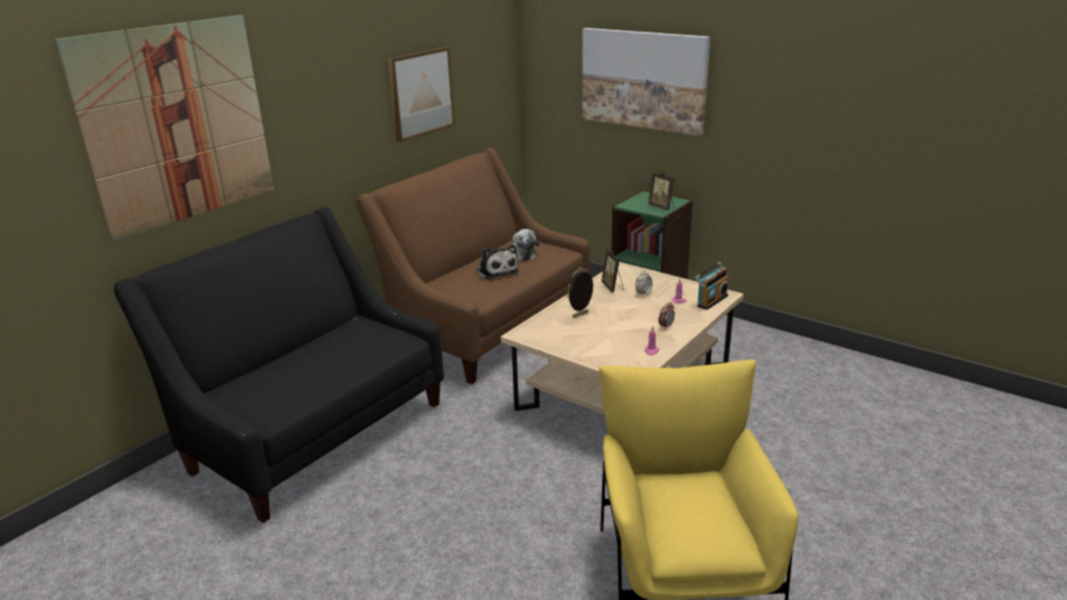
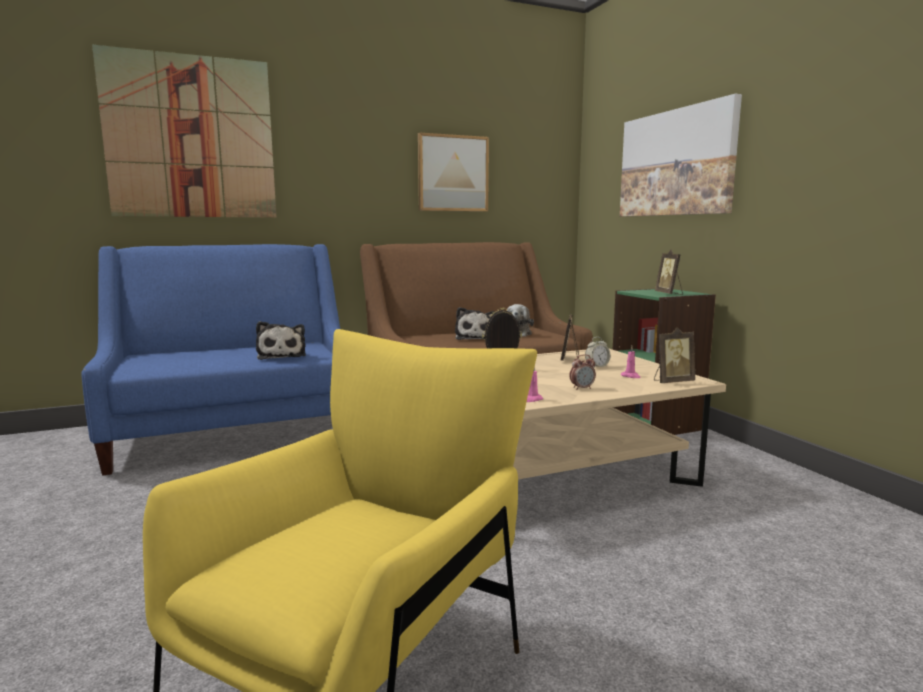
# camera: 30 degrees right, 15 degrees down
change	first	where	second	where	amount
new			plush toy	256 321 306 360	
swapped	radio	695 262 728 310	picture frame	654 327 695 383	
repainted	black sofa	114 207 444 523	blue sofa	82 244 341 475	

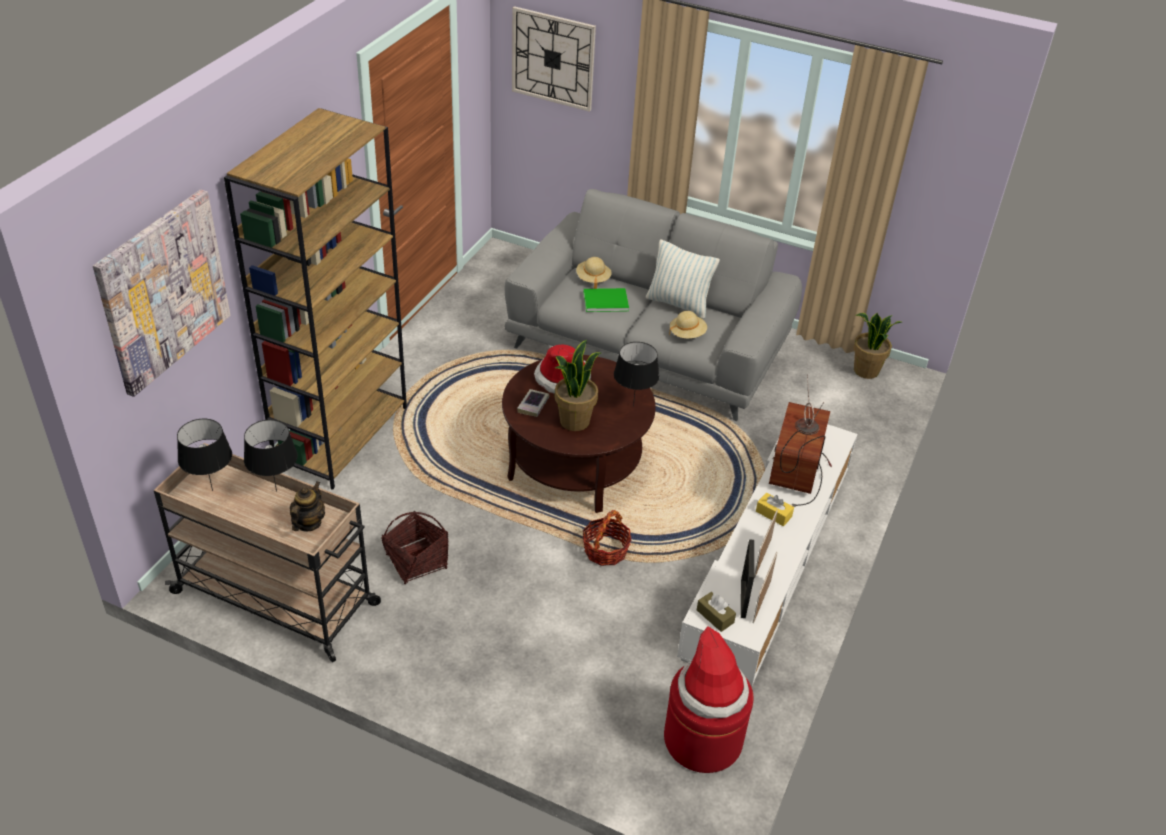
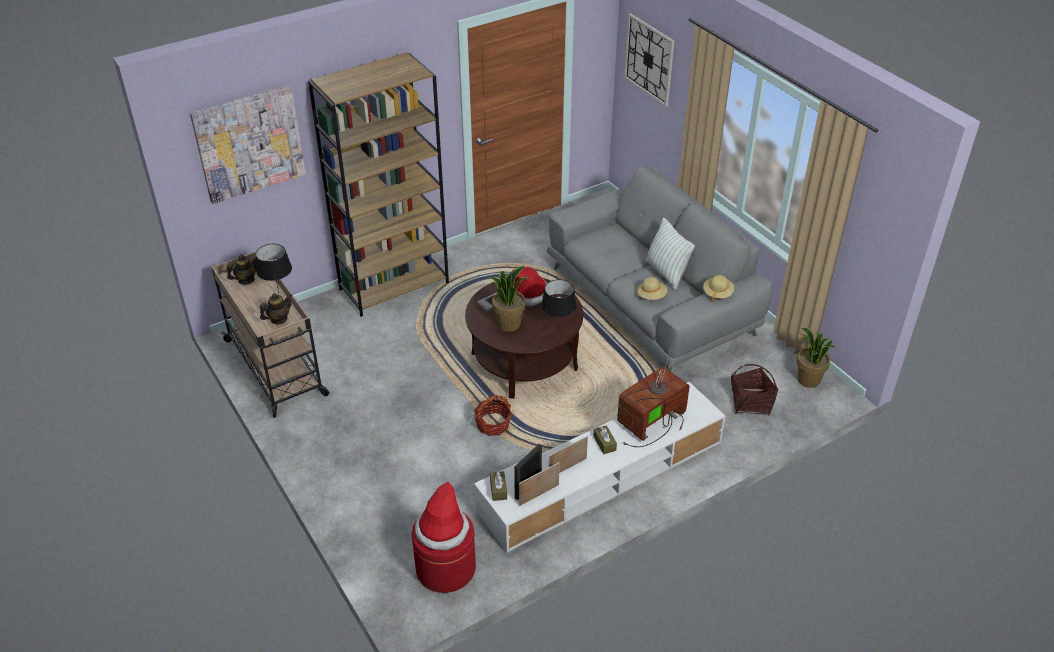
# camera: 35 degrees right, 0 degrees up
change	first	where	second	where	amount
gone	green book	583 288 629 312			
shifted	basket	382 511 448 584		731 364 778 415	
shifted	beige hat	576 257 611 289		703 275 734 302	
swapped	black table lamp	177 419 232 491	teapot	227 254 256 285	
repainted	yellow tissue box	756 493 794 526	brown tissue box	593 425 617 454	

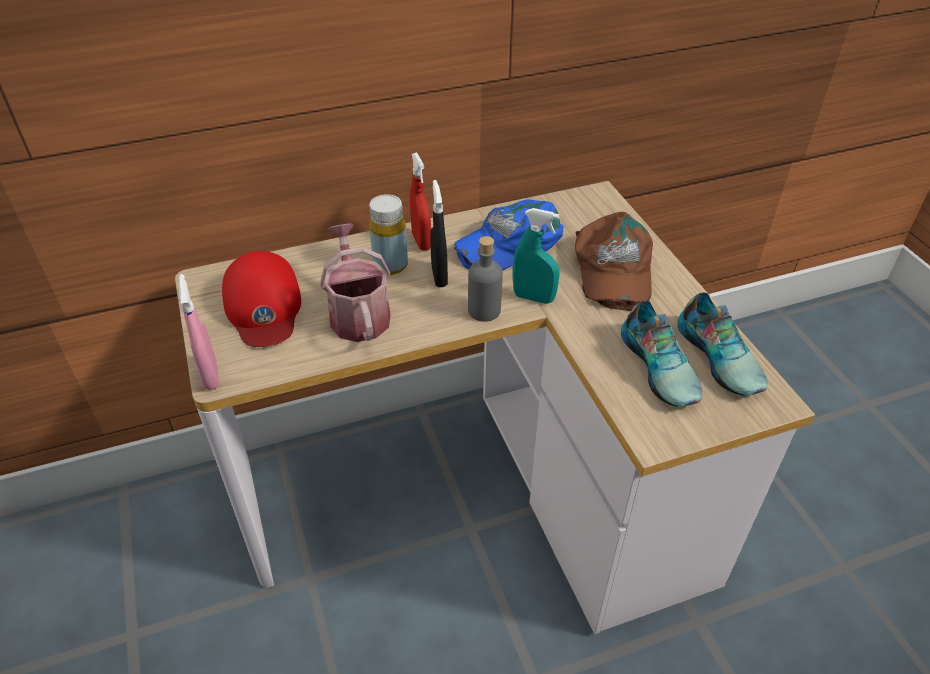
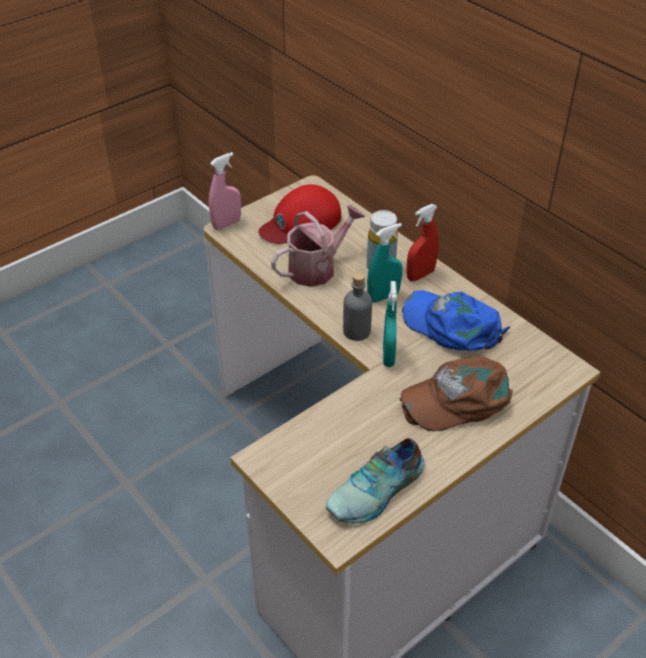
# camera: 70 degrees right, 0 degrees up
change	first	where	second	where	amount
gone	shoe	621 301 702 407			
repainted	black spray bottle	430 180 448 287	turquoise spray bottle	367 223 402 303	

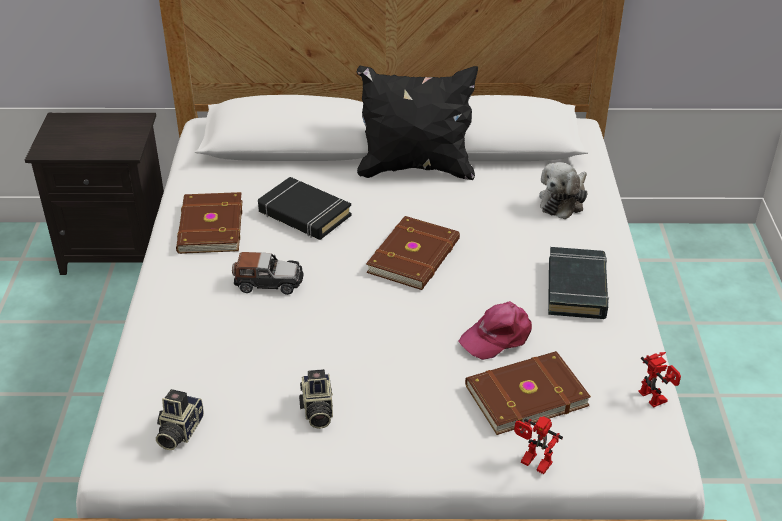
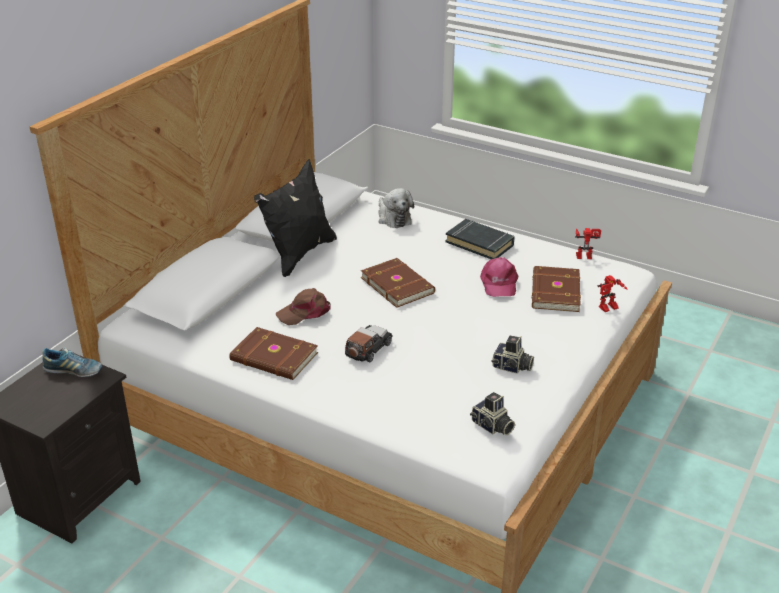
# camera: 60 degrees left, 5 degrees down
change	first	where	second	where	amount
new			shoe	42 347 102 377	
swapped	black book	258 177 352 240	brown cap	276 288 331 325	

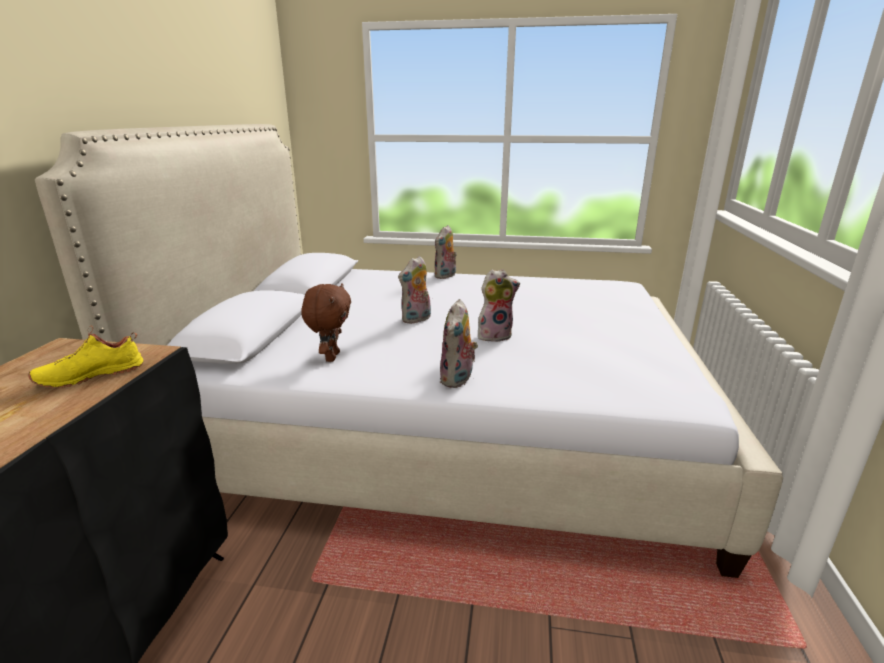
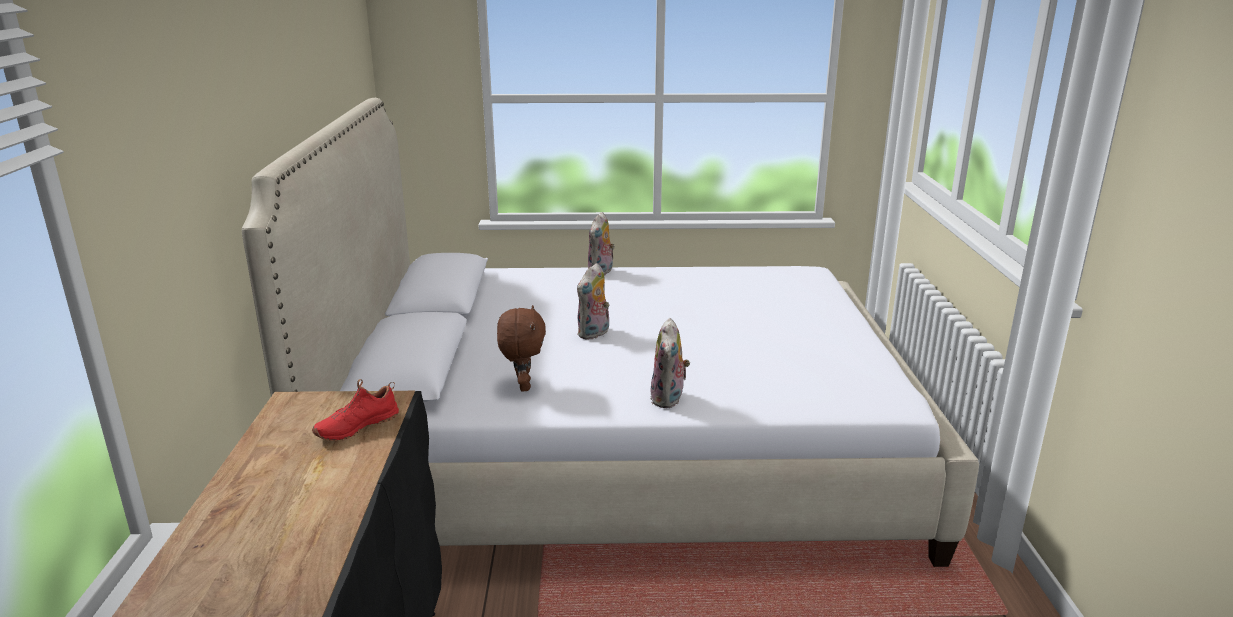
# camera: 10 degrees left, 0 degrees up
change	first	where	second	where	amount
gone	plush toy	478 269 520 342			
repainted	yellow shoe	28 326 143 388	red shoe	312 379 399 441	

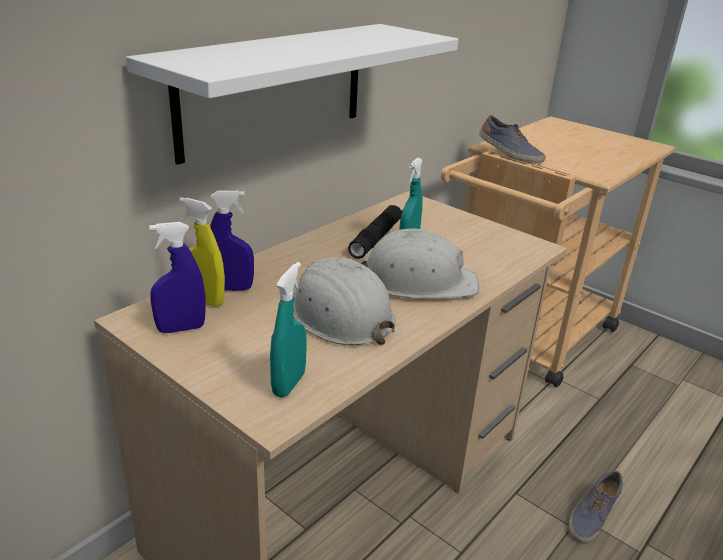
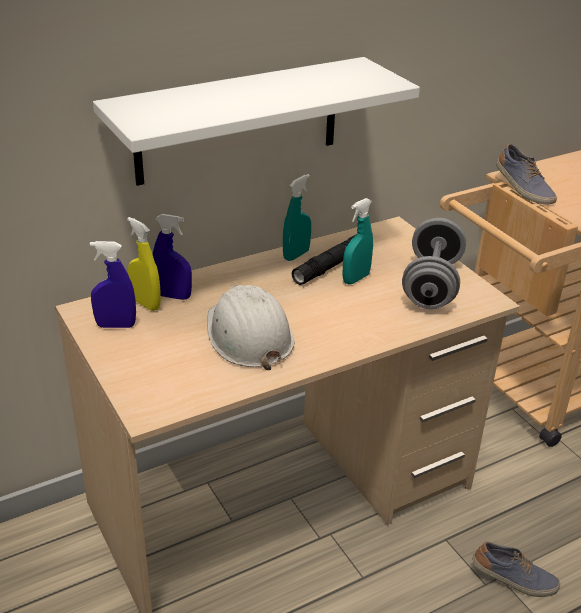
# camera: 20 degrees right, 5 degrees up
change	first	where	second	where	amount
gone	white hard hat	361 228 479 299			
new			grey dumbbell	402 218 466 309	
shifted	turquoise spray bottle	270 262 307 398		283 174 311 261	
rotated	shoe	568 470 623 544		473 541 560 597	135 degrees counterclockwise

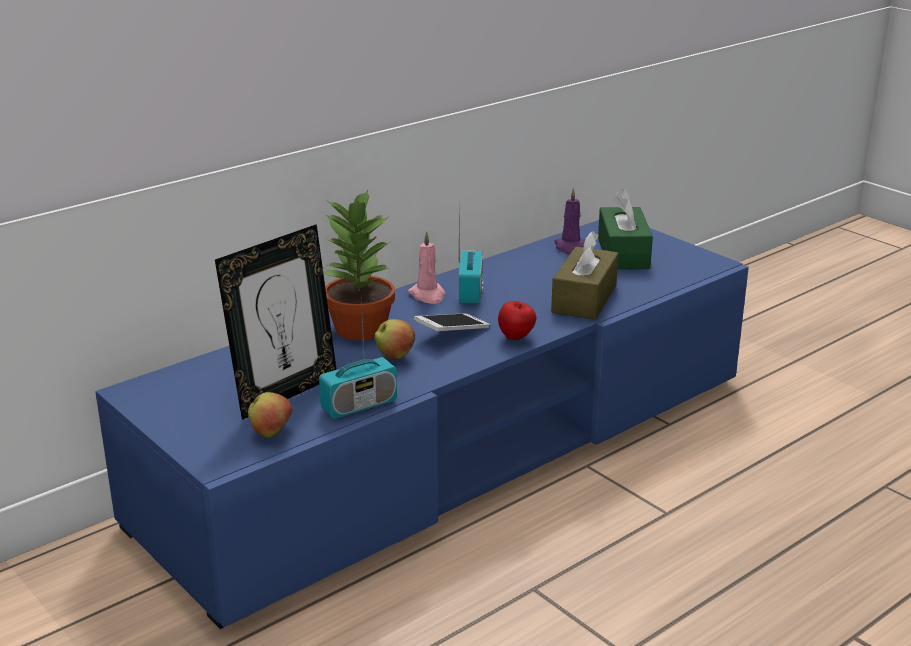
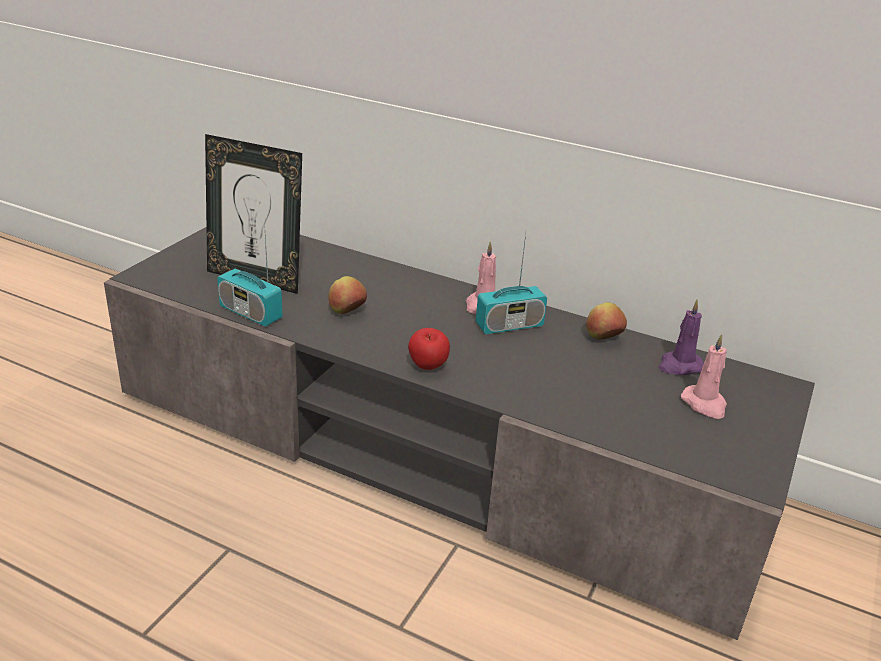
# camera: 65 degrees right, 5 degrees up
change	first	where	second	where	amount
gone	potted plant	323 190 395 340			
gone	phone	414 313 490 331			
gone	brown tissue box	551 231 619 320			
shifted	apple	248 392 293 438		587 302 627 340	
swapped	green tissue box	598 189 653 269	pink candle	681 334 727 419	
repainted	blue tv stand	95 220 749 629	grey tv stand	104 227 815 640	

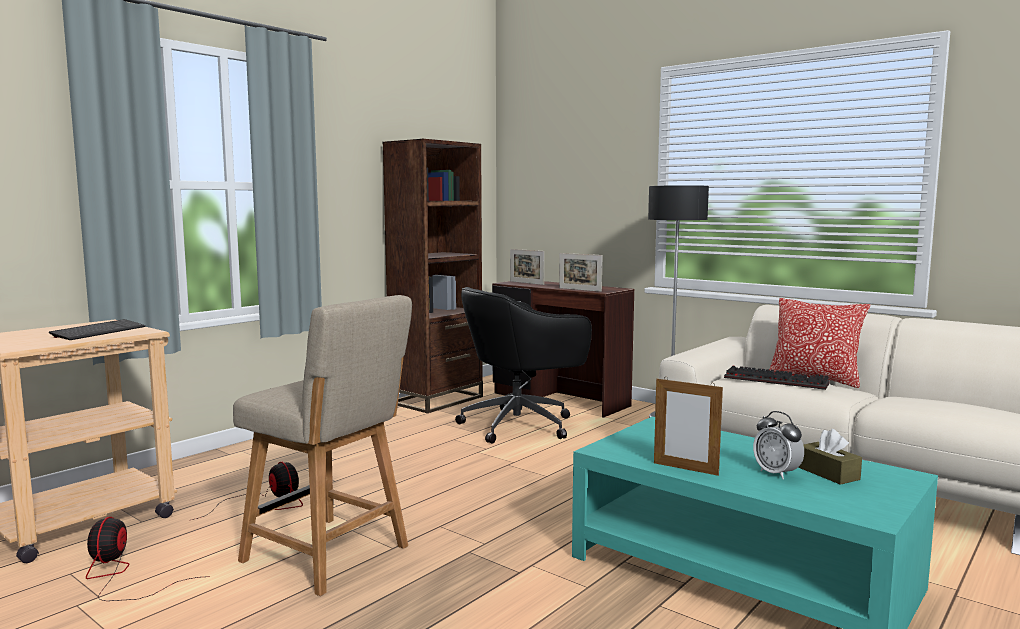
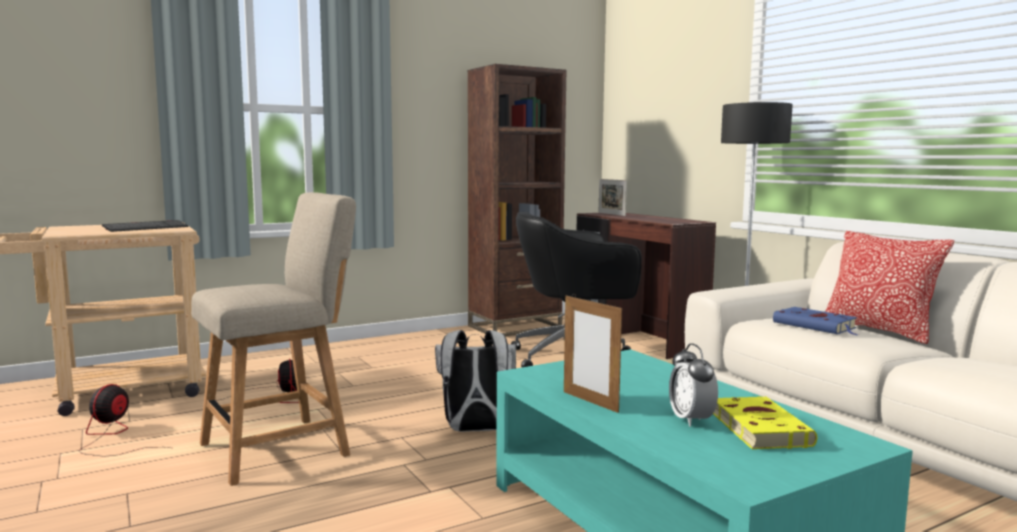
# camera: 20 degrees right, 0 degrees up
change	first	where	second	where	amount
gone	picture frame	559 253 602 292			
new			white backpack	435 330 516 432	
swapped	keyboard	724 366 830 390	blue book	773 307 859 335	
swapped	brown tissue box	798 429 862 485	yellow book	713 396 817 449	
rotated	beige chair	233 295 412 596		191 192 356 486	90 degrees counterclockwise

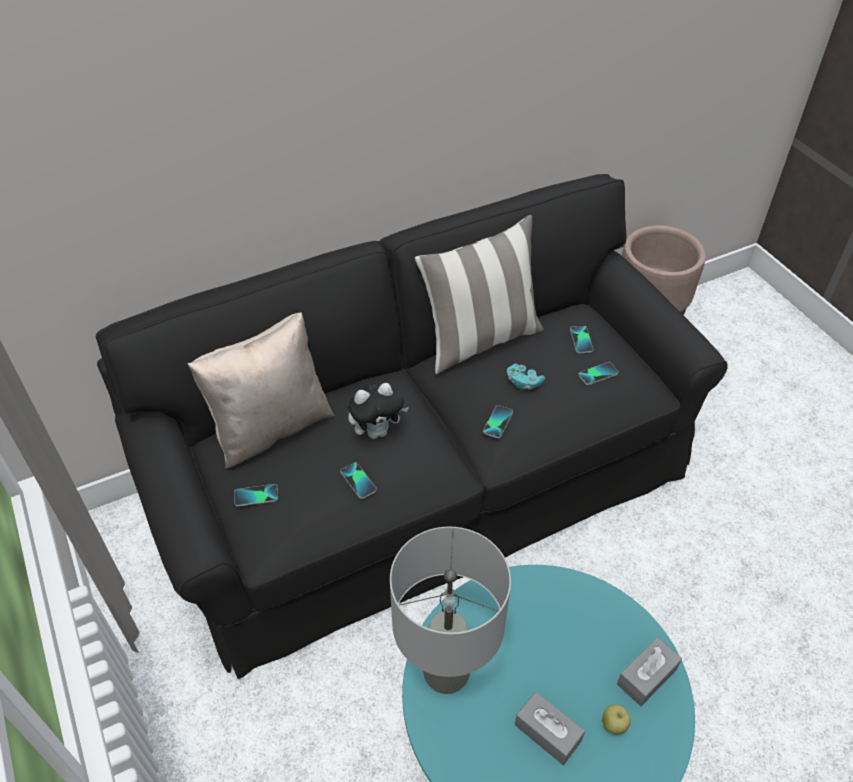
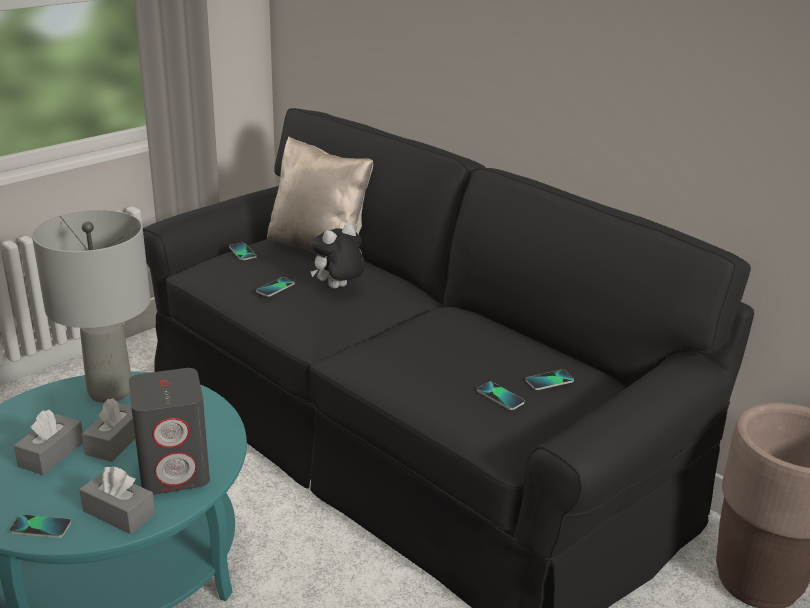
# camera: 70 degrees right, 20 degrees down
change	first	where	second	where	amount
gone	pillow	415 215 544 374			
gone	turquoise game controller	507 363 545 389			
gone	apple	602 704 631 734			
new			grey tissue box	82 398 135 462	
new			grey speaker	129 368 210 495	
shifted	phone	483 405 513 439		9 514 71 538	
rotated	plush toy	348 383 409 439		311 224 365 289	90 degrees clockwise

